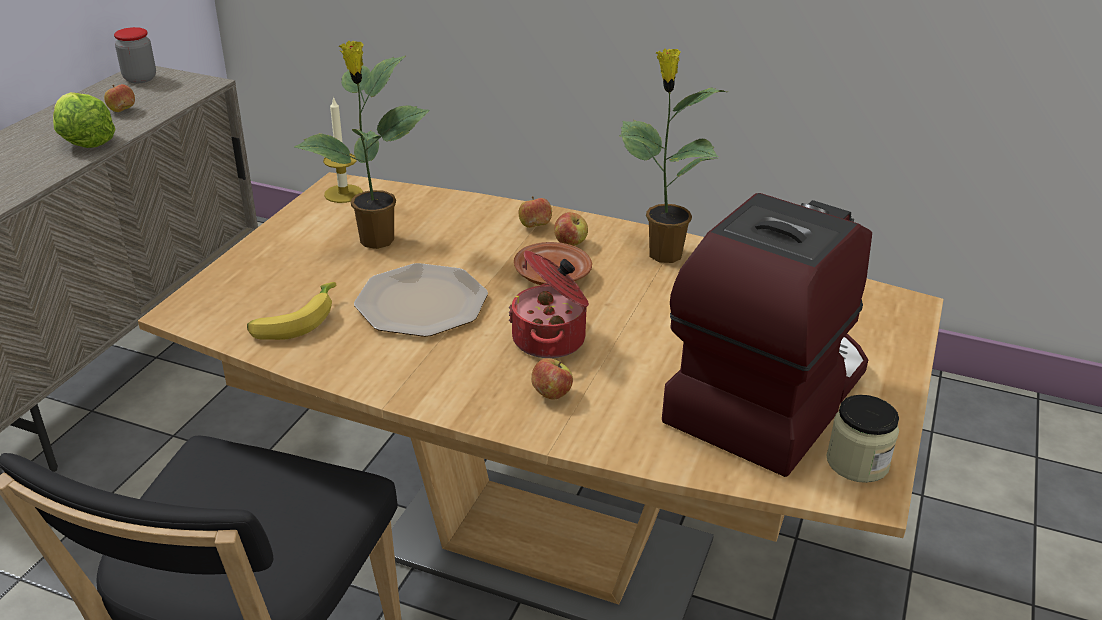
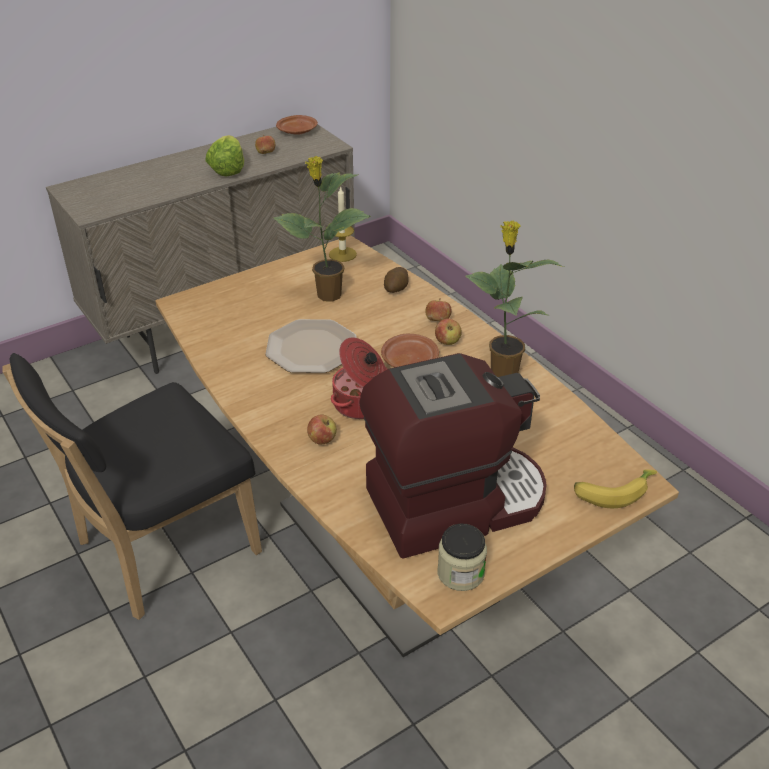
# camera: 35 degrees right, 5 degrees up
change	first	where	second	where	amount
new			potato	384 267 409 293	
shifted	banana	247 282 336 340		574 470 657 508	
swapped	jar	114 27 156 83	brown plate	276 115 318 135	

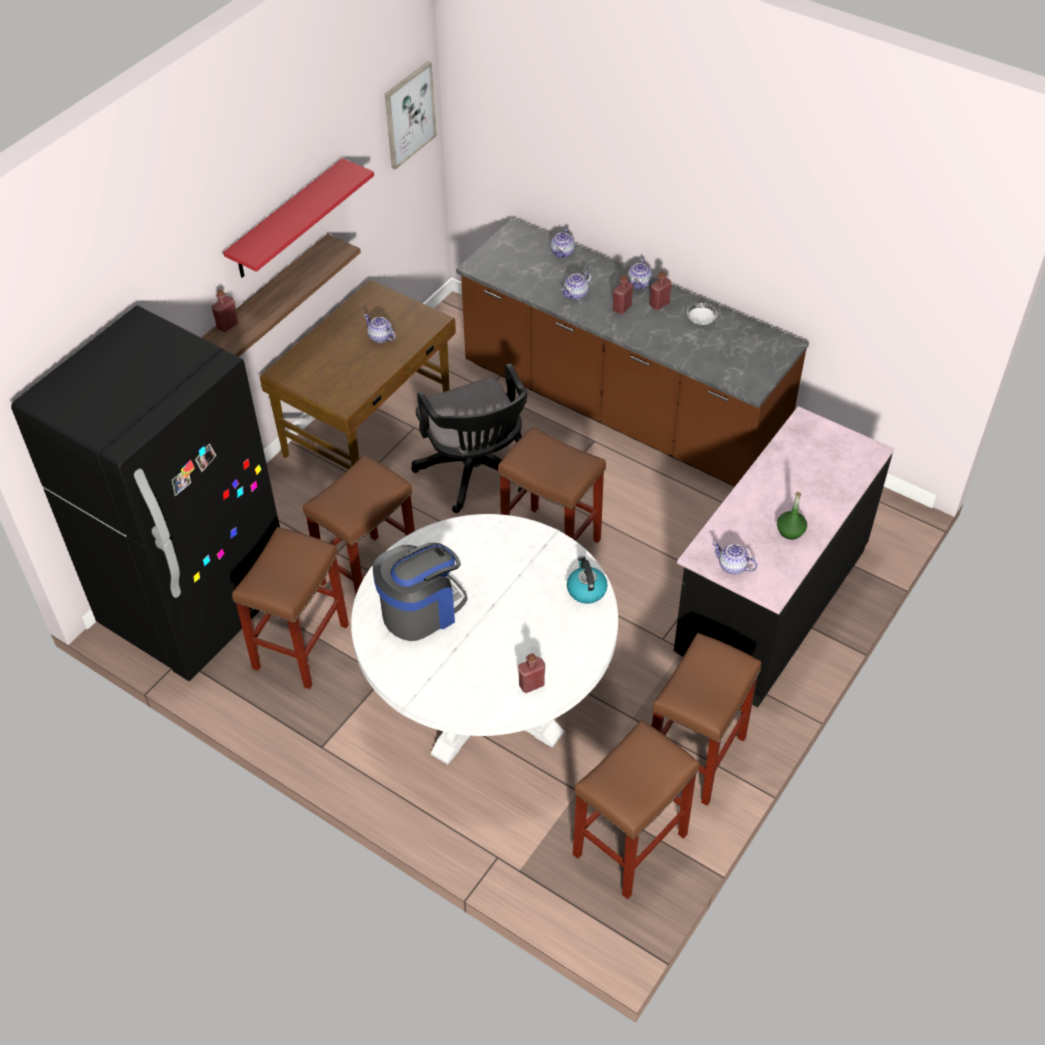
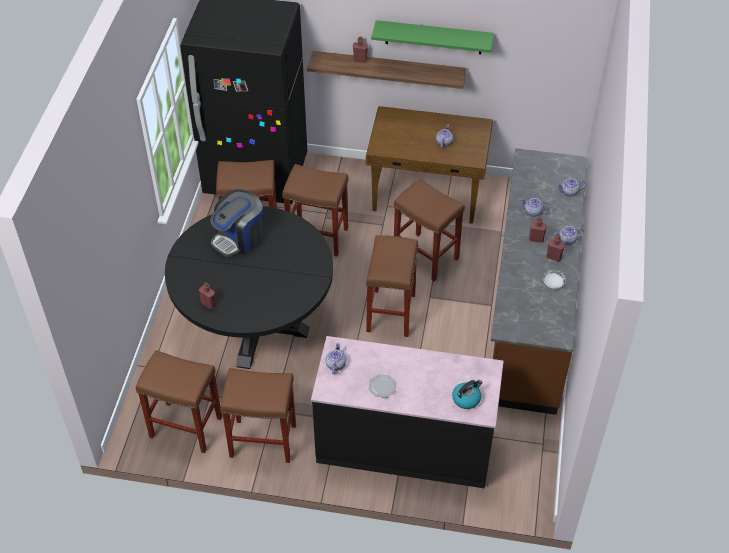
# camera: 65 degrees right, 0 degrees up
change	first	where	second	where	amount
gone	picture	385 61 437 170			
shifted	kettle	567 556 608 604		452 380 482 409	
swapped	black office chair	411 363 528 513	brown stool	394 178 465 281	
swapped	green bottle	777 492 807 540	plate	369 374 397 398	
repainted	red shelf	223 158 374 278	green shelf	371 20 494 54	
repainted	white dining table	351 514 618 765	black dining table	165 206 333 369	
rotated	coffee machine	373 543 468 641		210 189 263 257	105 degrees clockwise

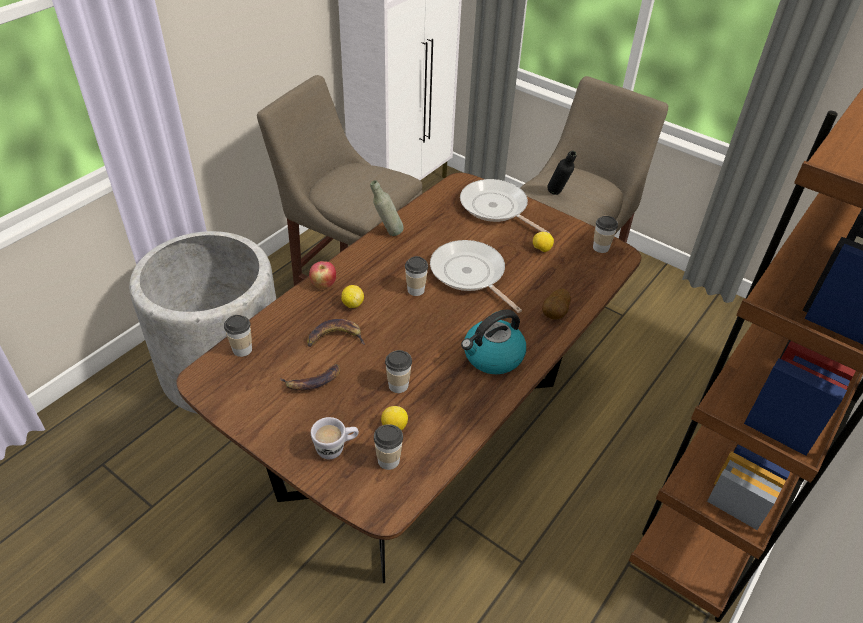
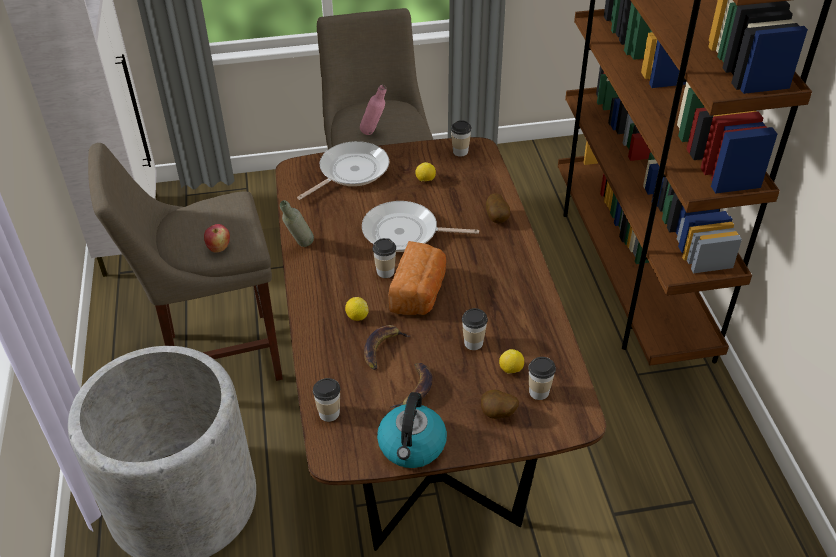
# camera: 45 degrees left, 0 degrees up
change	first	where	second	where	amount
new			bread	389 241 446 315	
shifted	apple	309 261 336 289		204 224 230 253	
shifted	kettle	461 309 526 374		377 392 447 468	
swapped	white mug	311 417 359 459	potato	481 390 519 419	
repainted	black bottle	547 151 576 195	pink bottle	360 85 386 135	
rotated	frying pan	460 179 550 233		297 141 389 200	135 degrees clockwise

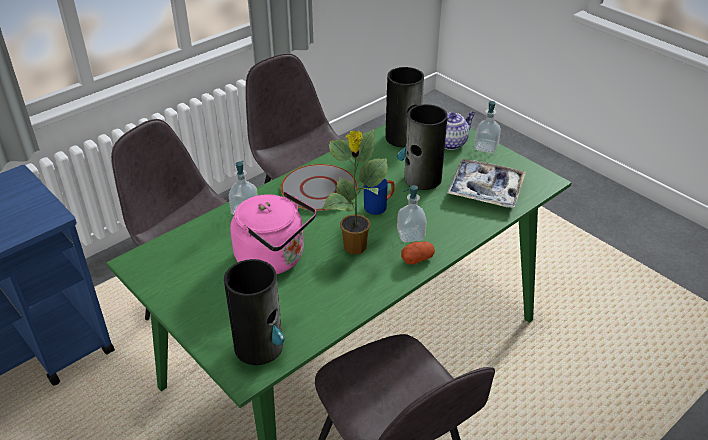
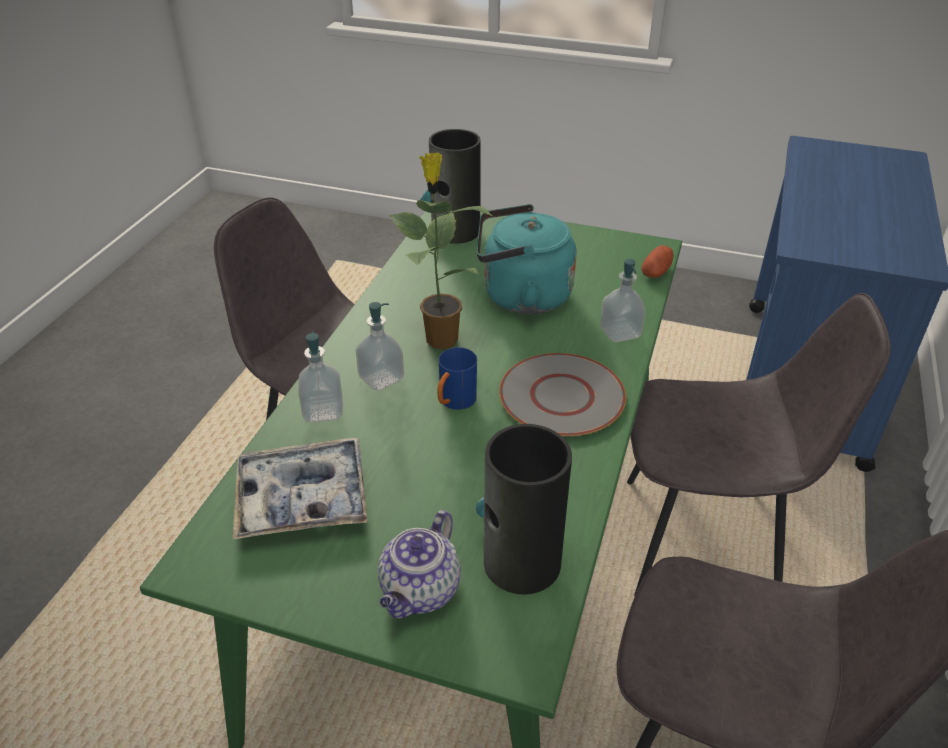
# camera: 150 degrees right, 0 degrees up
change	first	where	second	where	amount
gone	vase	397 104 447 190			
shifted	potato	401 242 435 265		641 245 674 278	
shifted	soap dispenser	474 101 501 153		298 331 343 422	
repainted	pink kettle	230 191 316 274	turquoise kettle	477 204 576 314	

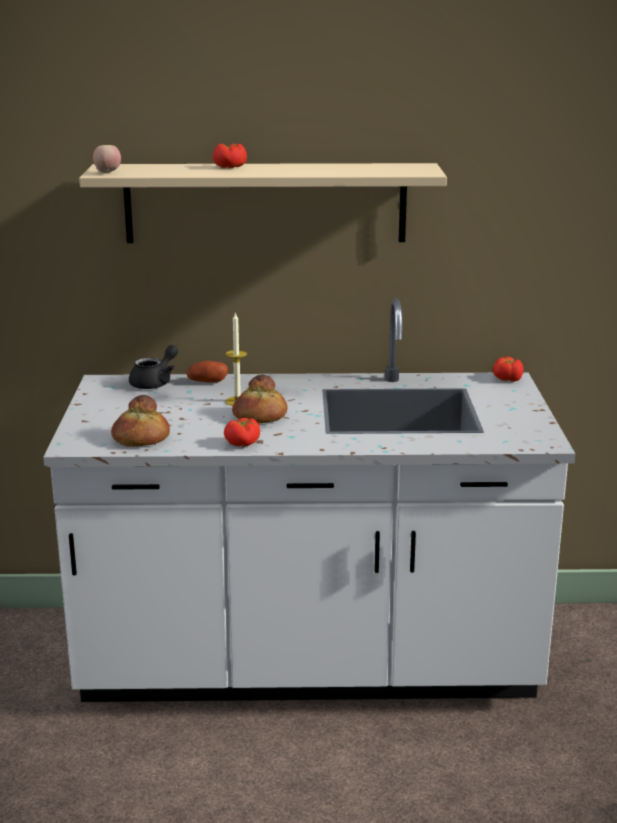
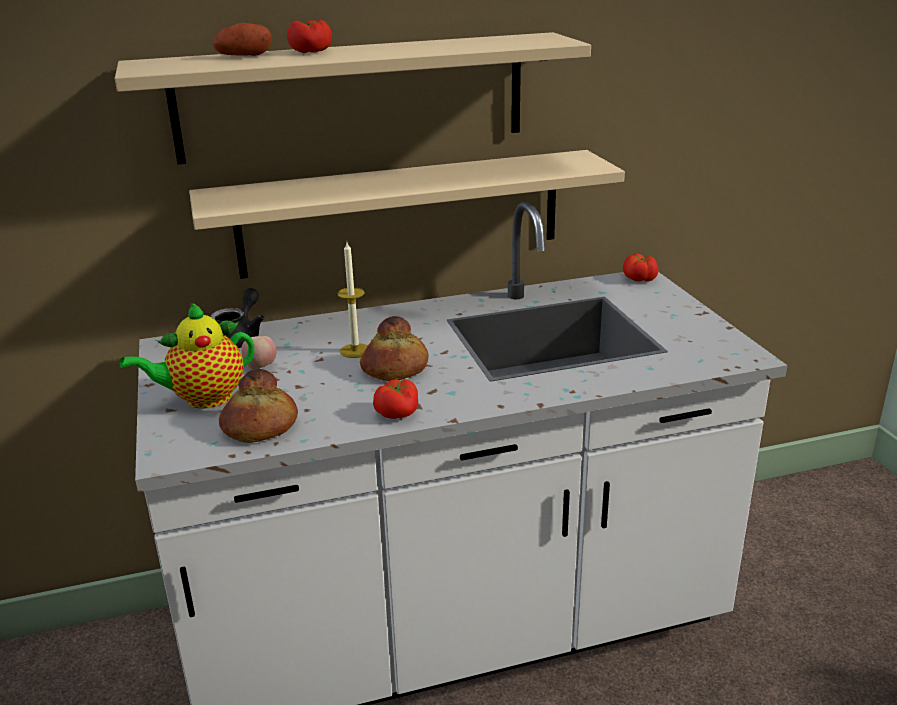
# camera: 15 degrees left, 5 degrees up
change	first	where	second	where	amount
new			teapot	120 302 254 409	
new			beige shelf	189 150 625 279	
shifted	apple	93 145 121 173		241 336 276 370	
shifted	potato	187 361 228 382		212 23 272 56	

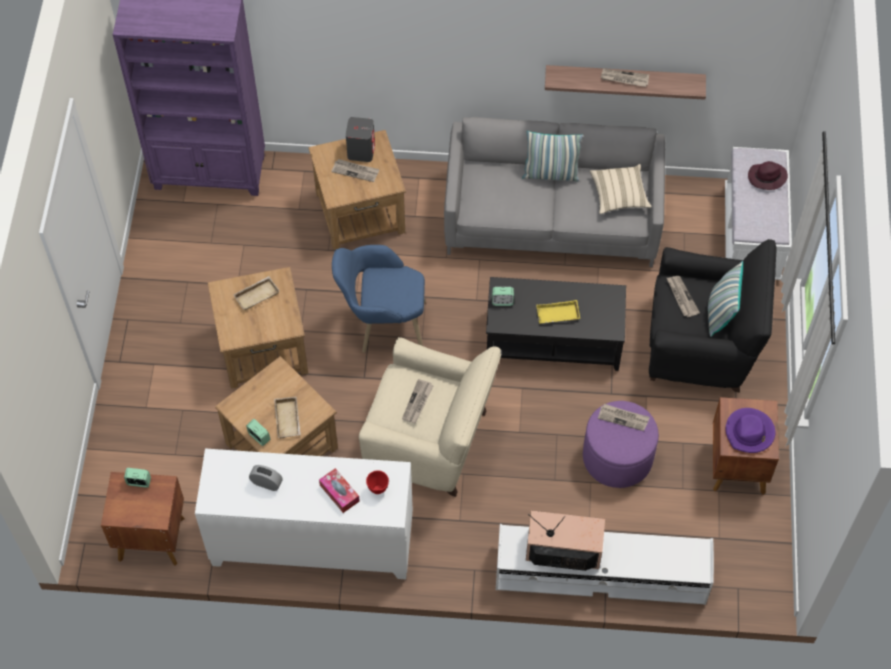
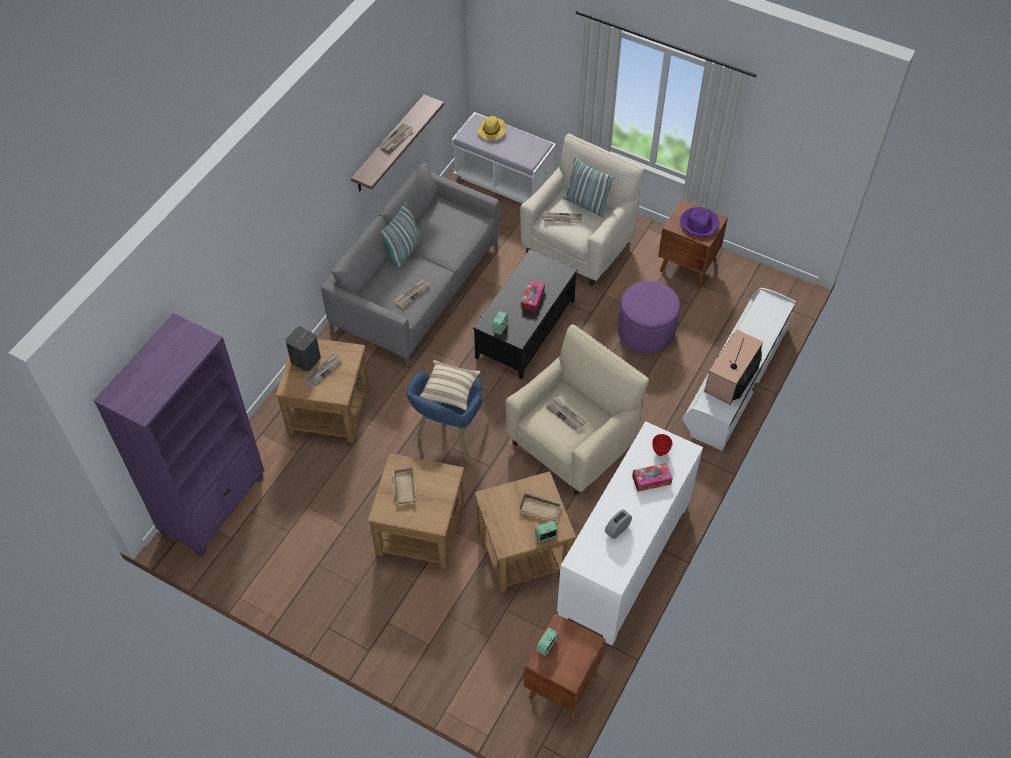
# camera: 65 degrees left, 5 degrees down
change	first	where	second	where	amount
shifted	beige pillow	590 164 651 214		420 360 481 411	
shifted	newspaper	598 404 650 431		395 277 431 309	
swapped	yellow tray	536 300 580 324	tissue box	521 280 545 313	
repainted	black armchair	649 239 776 393	beige armchair	520 134 645 287	
repainted	purple hat	748 161 788 190	yellow hat	478 116 506 140	

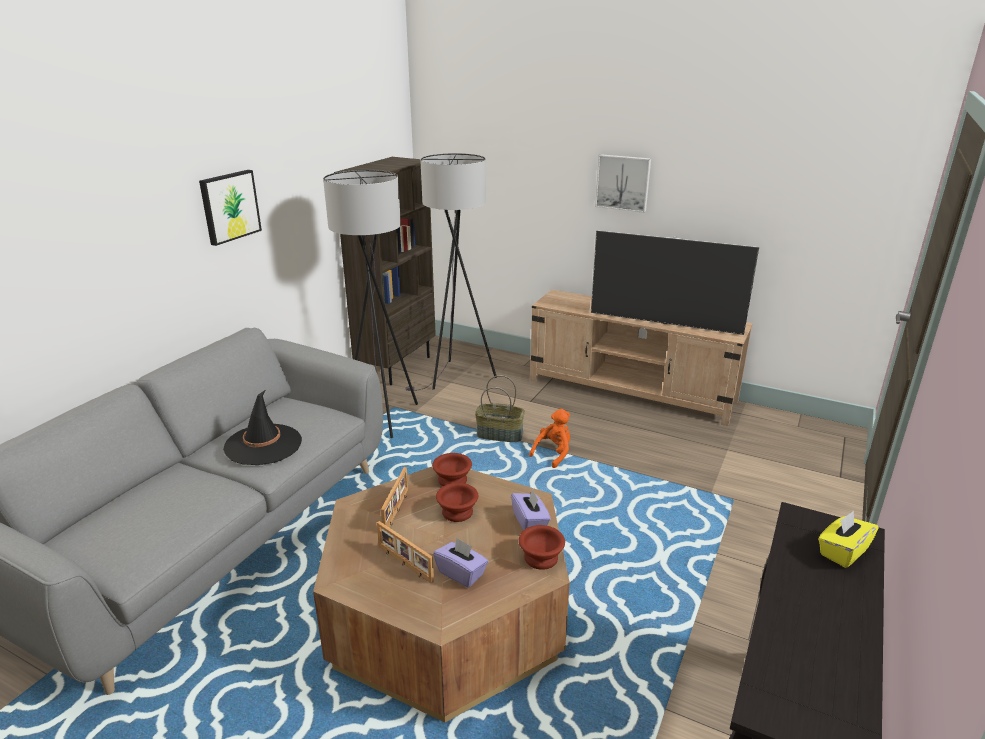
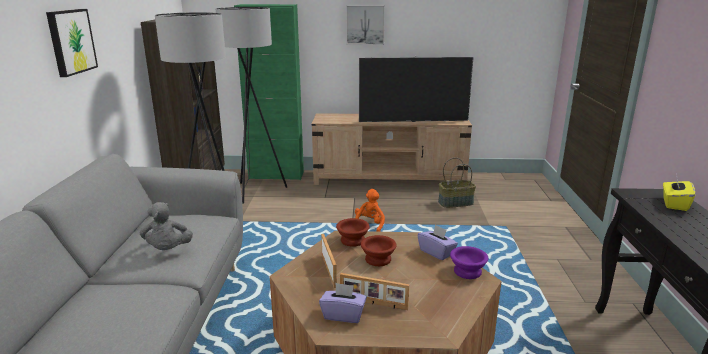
# camera: 25 degrees left, 5 degrees down
change	first	where	second	where	amount
new			green cabinet	234 4 304 180	
shifted	purple tissue box	433 537 488 588		319 283 367 323	
shifted	basket	475 375 525 442		438 158 476 208	
swapped	black hat	223 390 302 465	grey plush toy	140 202 193 250	
repainted	brown bowl	519 525 565 570	purple bowl	450 246 488 279	

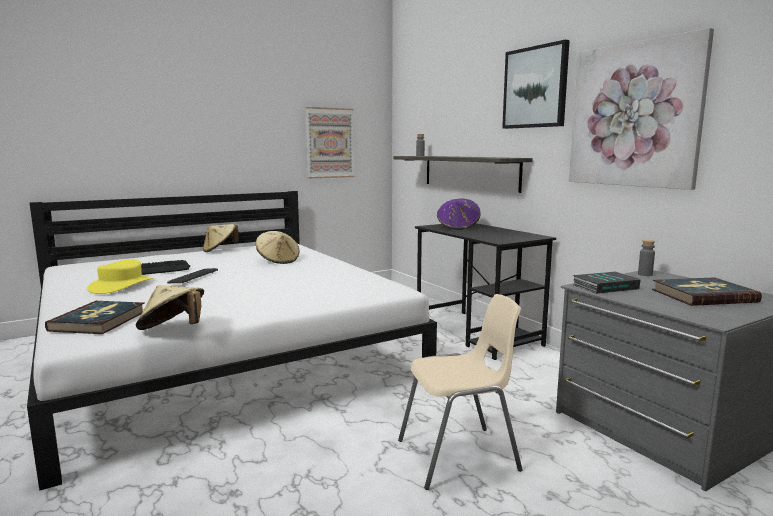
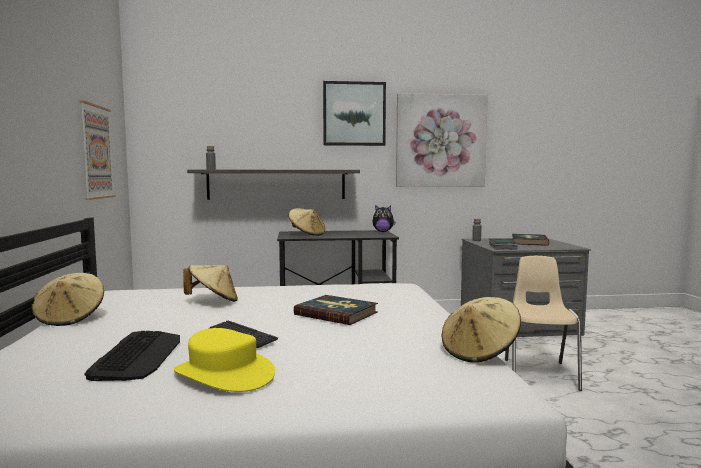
# camera: 65 degrees left, 5 degrees down
change	first	where	second	where	amount
new			plush toy	372 205 395 232	
shifted	book	45 301 145 334		293 295 378 325	
repainted	purple hat	437 199 481 230	beige hat	289 208 325 236	

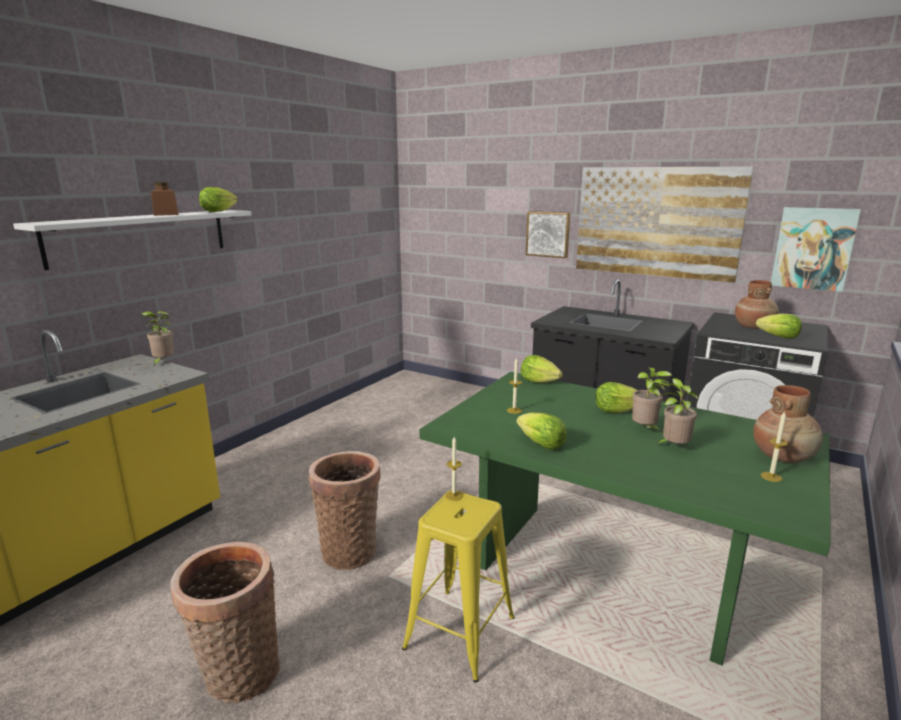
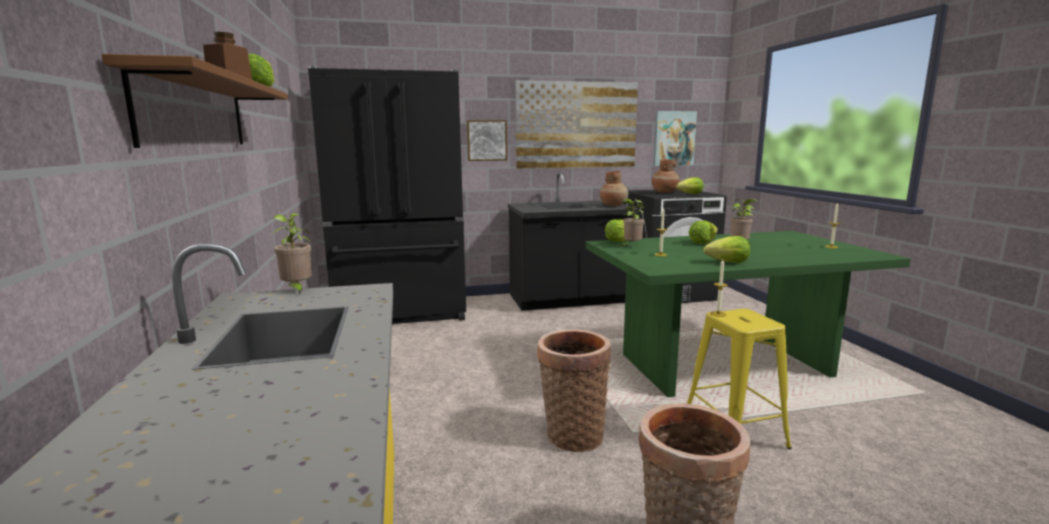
# camera: 45 degrees left, 5 degrees down
change	first	where	second	where	amount
new			black fridge	308 66 466 324	
shifted	potted plant	656 378 698 444		622 199 644 246	
shifted	brown vase	753 385 823 463		600 171 628 206	
repainted	white shelf	13 210 251 270	brown shelf	102 54 288 148	

